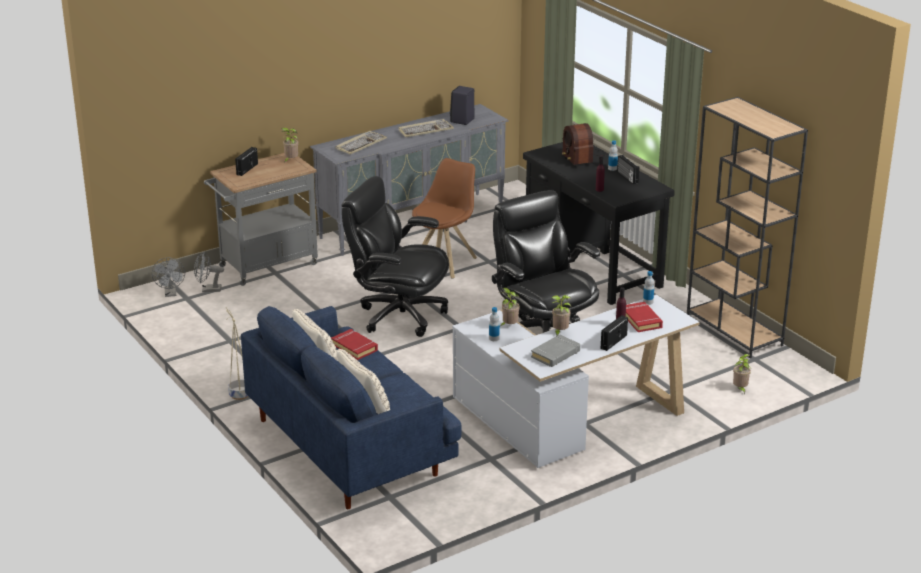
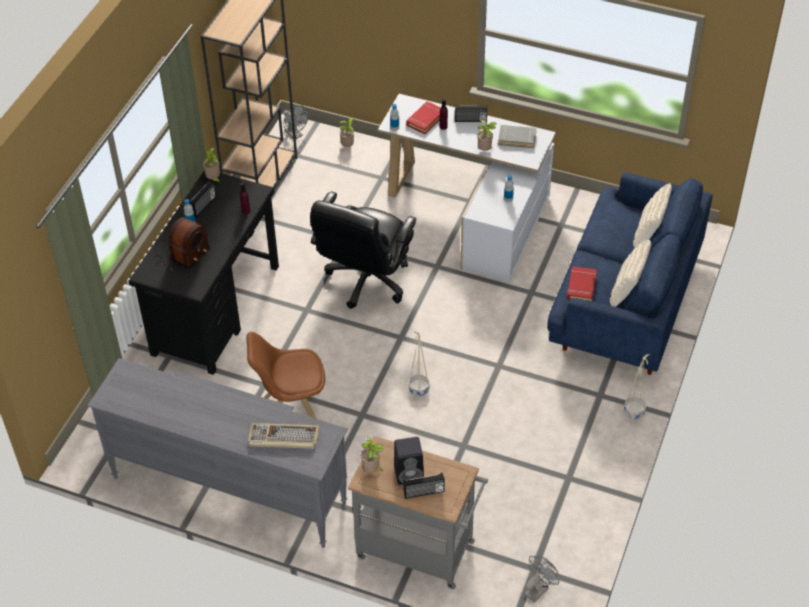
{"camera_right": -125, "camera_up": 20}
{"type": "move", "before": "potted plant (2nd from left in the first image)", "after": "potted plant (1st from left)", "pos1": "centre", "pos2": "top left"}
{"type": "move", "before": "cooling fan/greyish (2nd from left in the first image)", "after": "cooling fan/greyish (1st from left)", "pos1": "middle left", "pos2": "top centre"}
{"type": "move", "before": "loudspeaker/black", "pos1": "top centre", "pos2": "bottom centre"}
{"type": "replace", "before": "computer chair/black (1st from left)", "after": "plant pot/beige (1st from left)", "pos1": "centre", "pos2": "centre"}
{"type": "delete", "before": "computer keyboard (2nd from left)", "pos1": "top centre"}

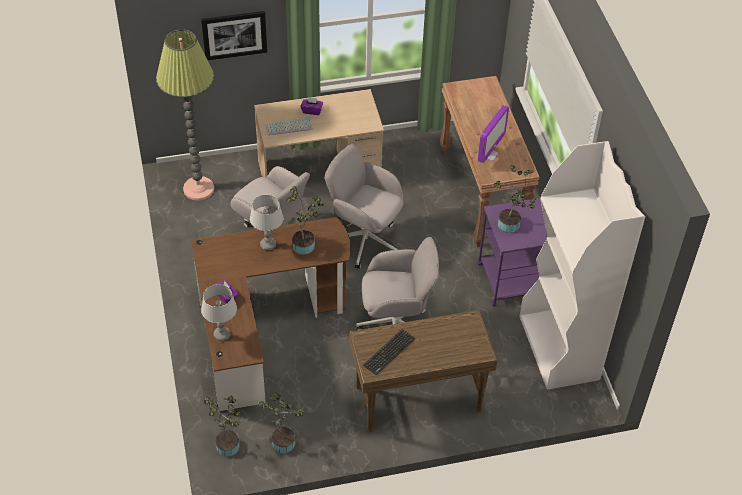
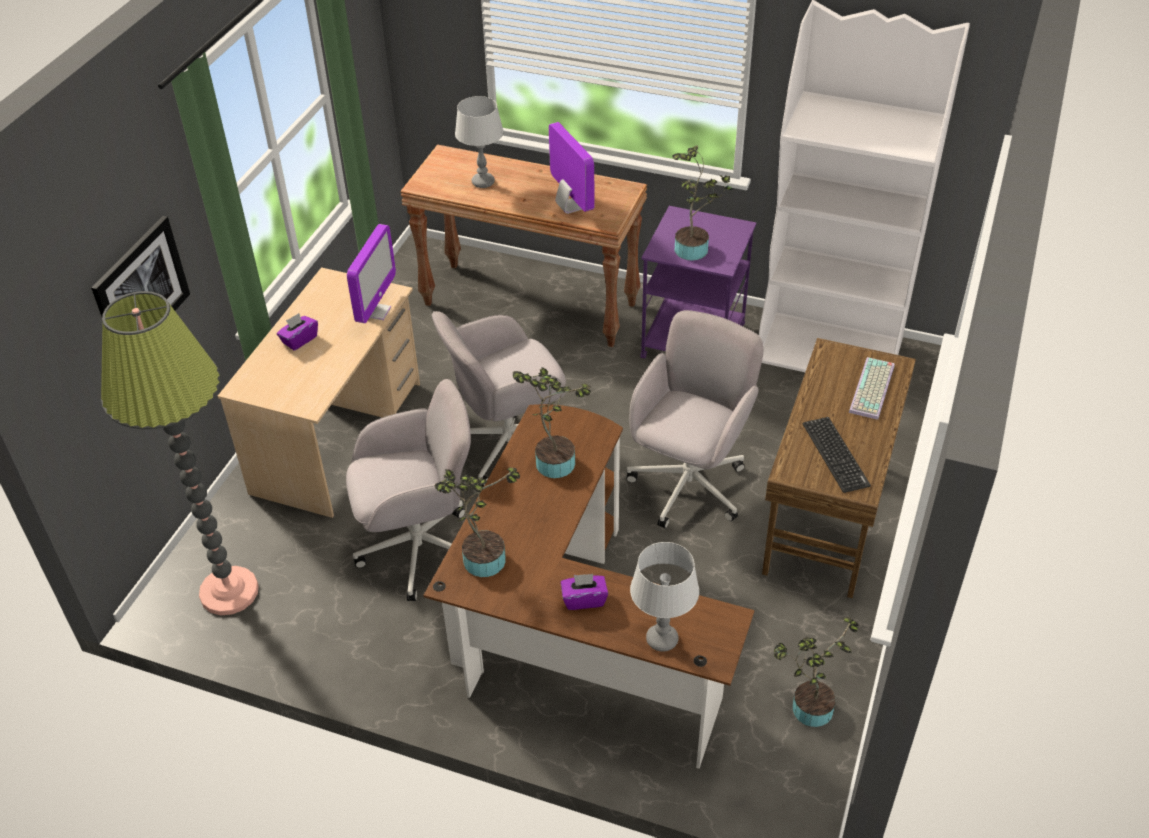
{"camera_right": -55, "camera_up": -5}
{"type": "insert", "after": "computer display (1st from left)", "pos2": "top left"}
{"type": "move", "before": "potted plant (1st from left)", "pos1": "bottom left", "pos2": "centre"}
{"type": "move", "before": "lamp for a table/greyish (2nd from left in the first image)", "after": "lamp for a table/greyish (1st from left)", "pos1": "centre", "pos2": "top centre"}
{"type": "move", "before": "computer keyboard (1st from left in the first image)", "after": "computer keyboard (2nd from left)", "pos1": "top centre", "pos2": "middle right"}

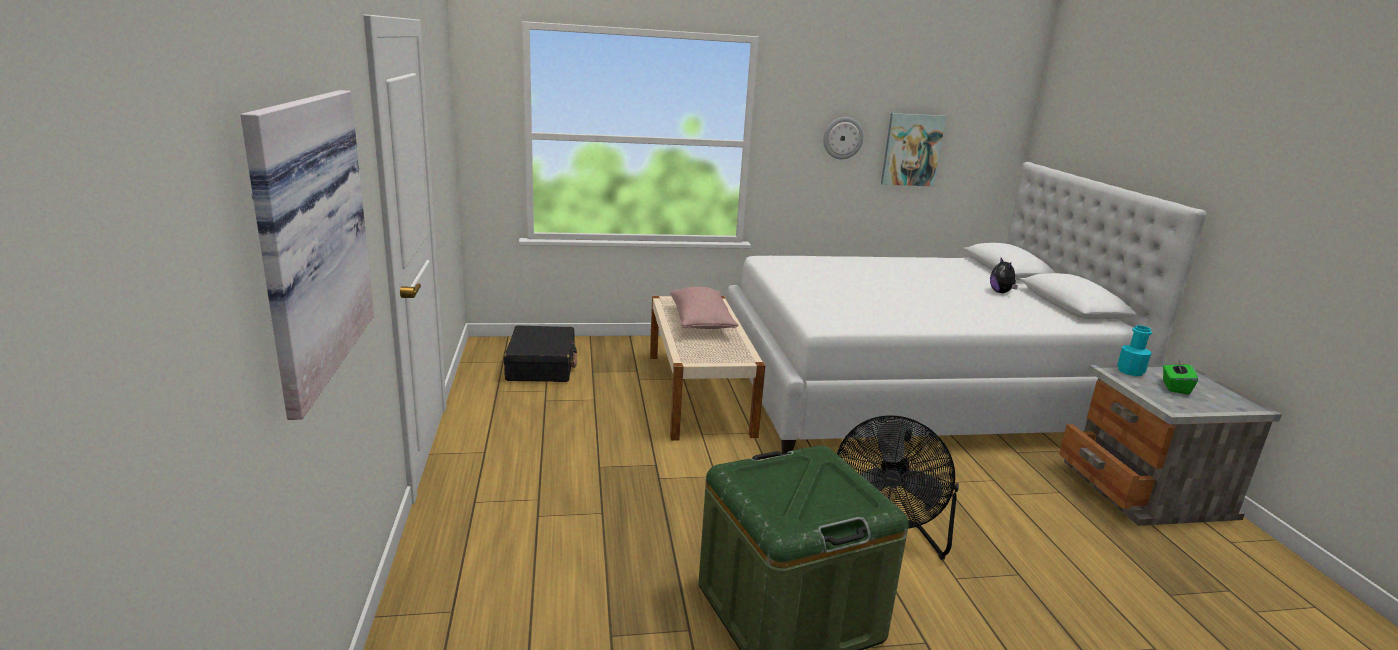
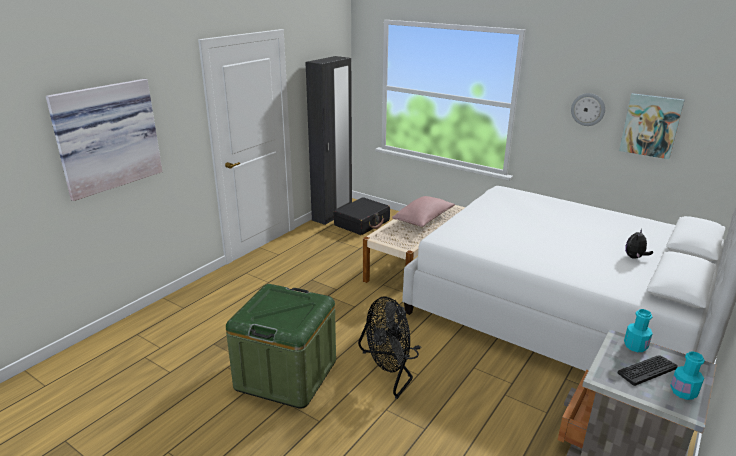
{"camera_right": 45, "camera_up": 5}
{"type": "insert", "after": "wardrobe/black", "pos2": "top centre"}
{"type": "replace", "before": "tissue holder/green-coloured", "after": "computer keyboard", "pos1": "middle right", "pos2": "bottom right"}
{"type": "insert", "after": "bottle/blue-green (2nd from left)", "pos2": "bottom right"}

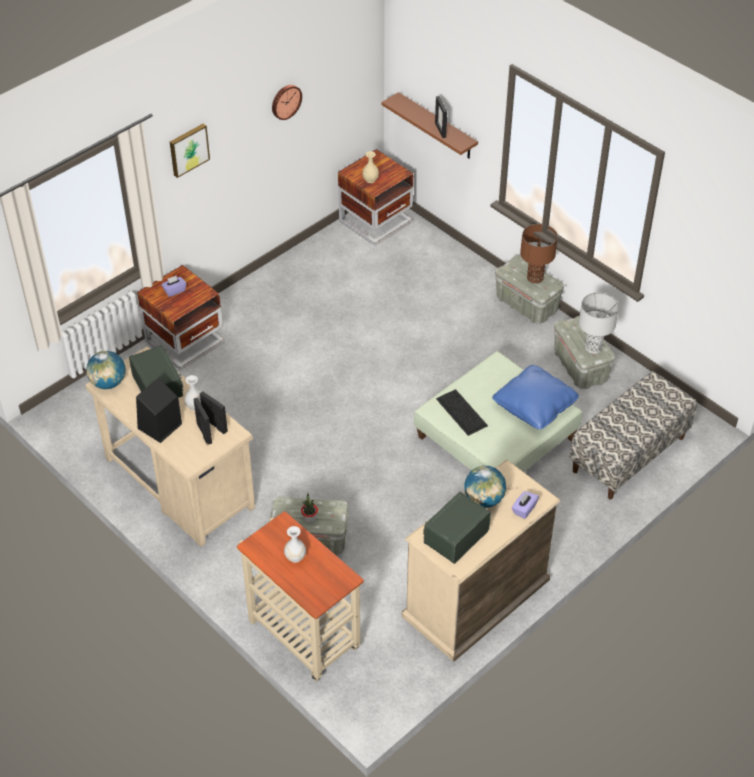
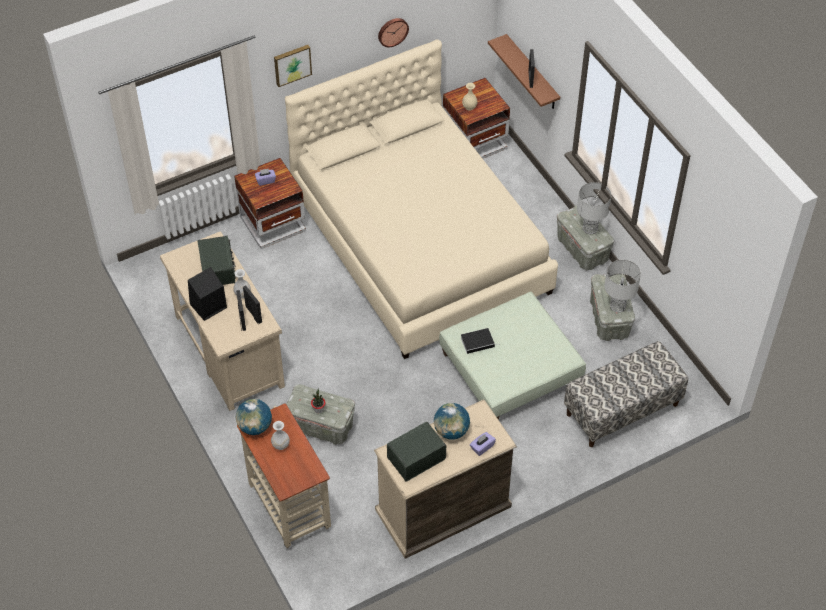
{"camera_right": 15, "camera_up": 5}
{"type": "move", "before": "globe (1st from left)", "pos1": "middle left", "pos2": "bottom left"}
{"type": "insert", "after": "sleeping bed/beige", "pos2": "top centre"}
{"type": "replace", "before": "computer keyboard", "after": "book", "pos1": "centre", "pos2": "centre"}
{"type": "recolor", "before": "lamp for a table/brown", "after": "lamp for a table/white (1st from left)", "pos1": "top right", "pos2": "middle right"}
{"type": "delete", "before": "pillow/bluish", "pos1": "middle right"}

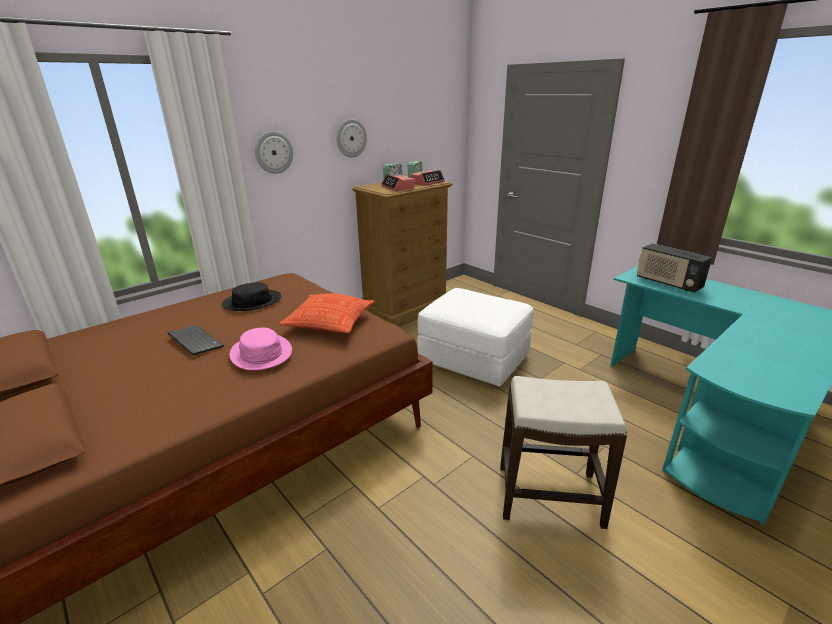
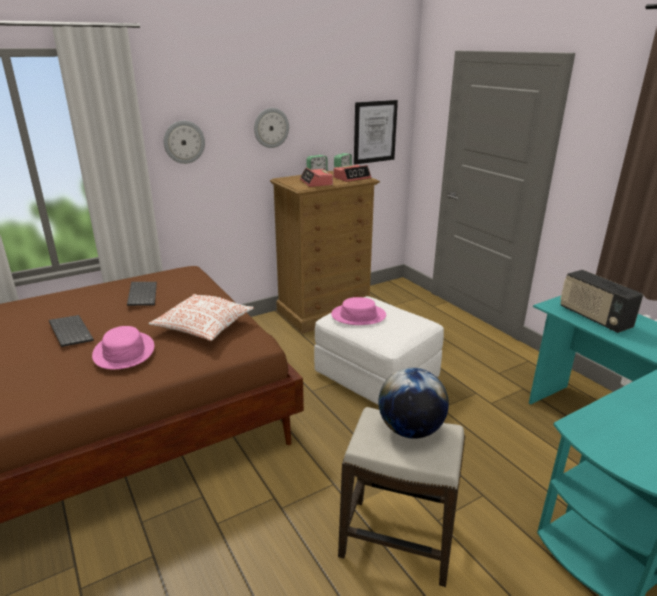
{"camera_right": 10, "camera_up": 0}
{"type": "replace", "before": "hat/black", "after": "computer keyboard (2nd from left)", "pos1": "middle left", "pos2": "middle left"}
{"type": "recolor", "before": "pillow/orangey", "after": "pillow/white", "pos1": "centre", "pos2": "middle left"}
{"type": "insert", "after": "hat/pink-coloured (2nd from left)", "pos2": "centre"}
{"type": "insert", "after": "wall picture", "pos2": "top centre"}
{"type": "insert", "after": "globe", "pos2": "bottom centre"}

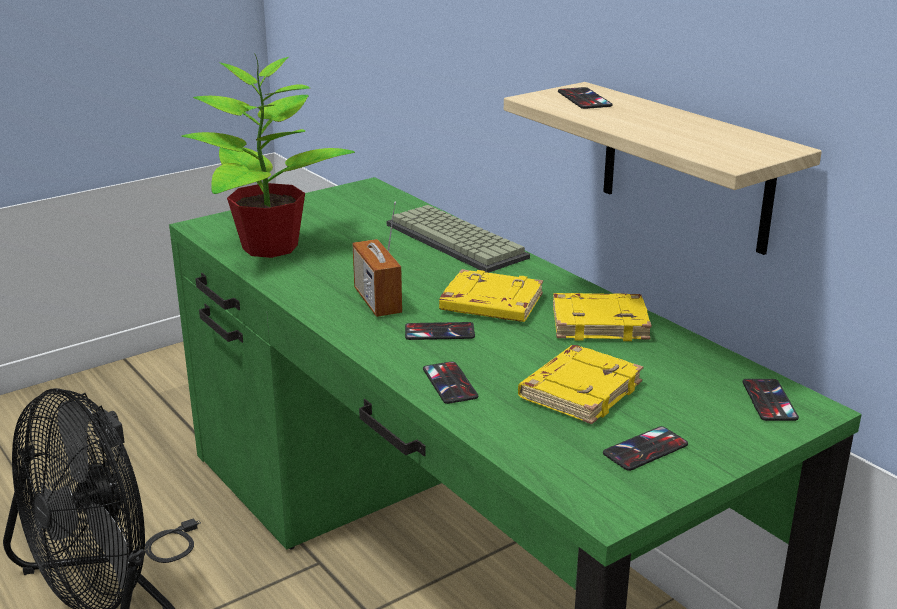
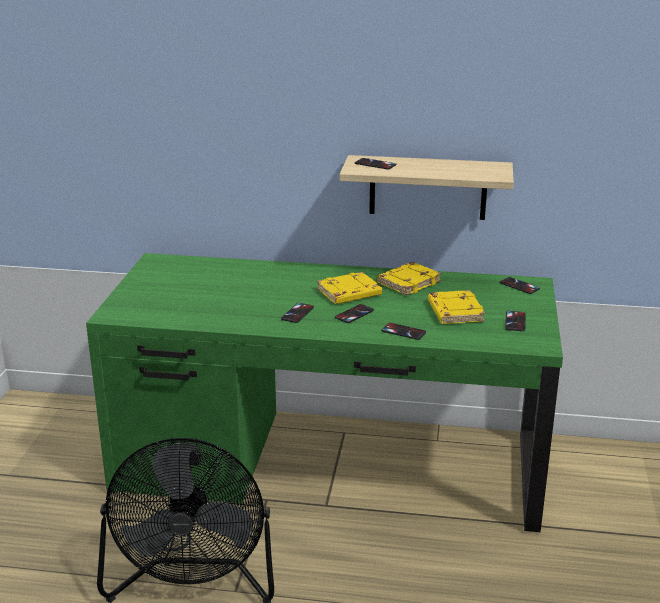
{"camera_right": -45, "camera_up": 0}
{"type": "replace", "before": "radio set", "after": "handset (1st from left)", "pos1": "centre", "pos2": "centre"}
{"type": "delete", "before": "potted plant", "pos1": "top left"}
{"type": "delete", "before": "computer keyboard", "pos1": "centre"}

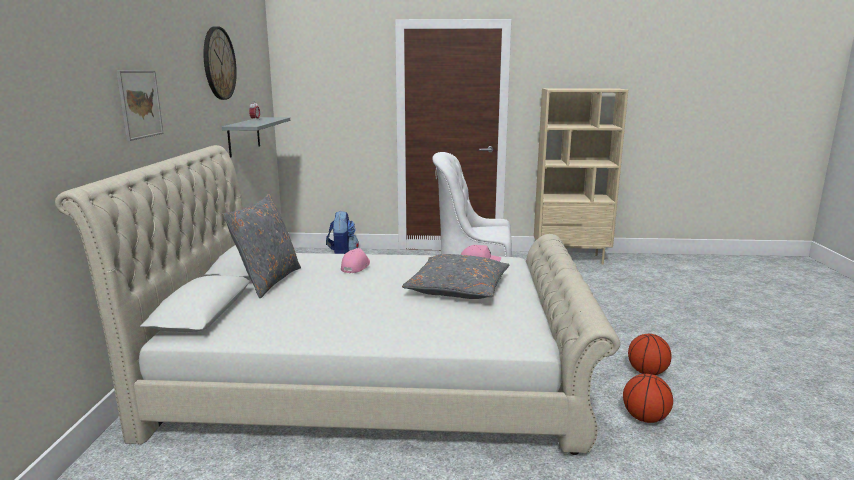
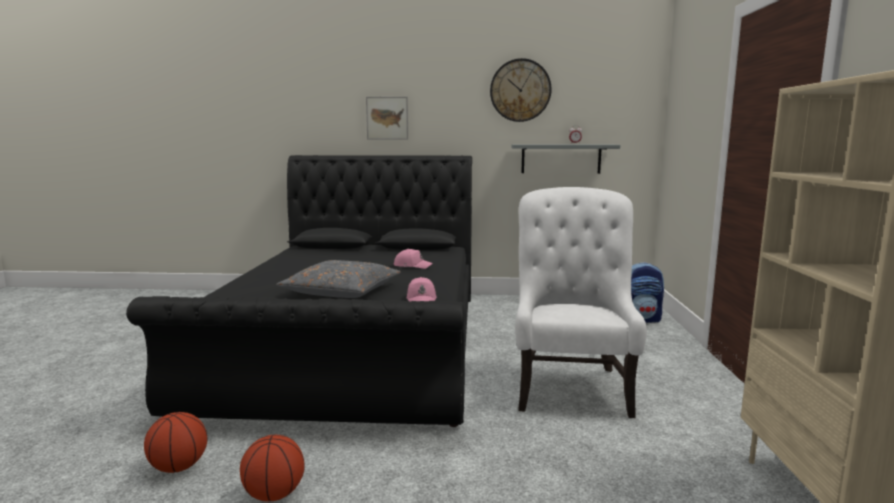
{"camera_right": 90, "camera_up": -5}
{"type": "recolor", "before": "sleeping bed/beige", "after": "sleeping bed/black", "pos1": "centre", "pos2": "centre"}
{"type": "delete", "before": "pillow/greyish (1st from left)", "pos1": "middle left"}

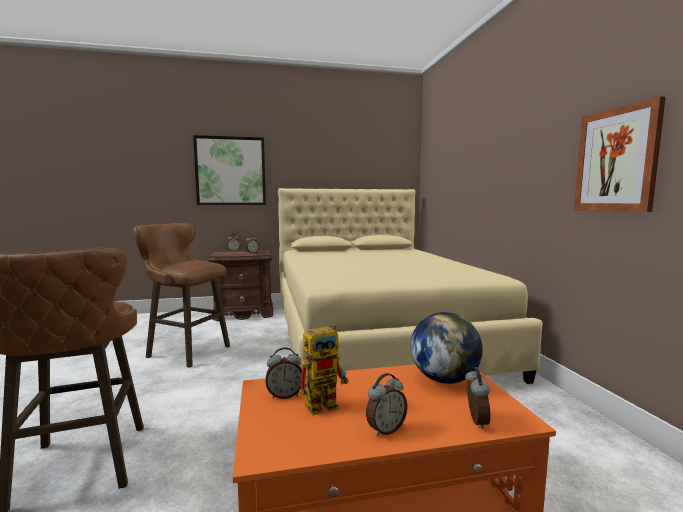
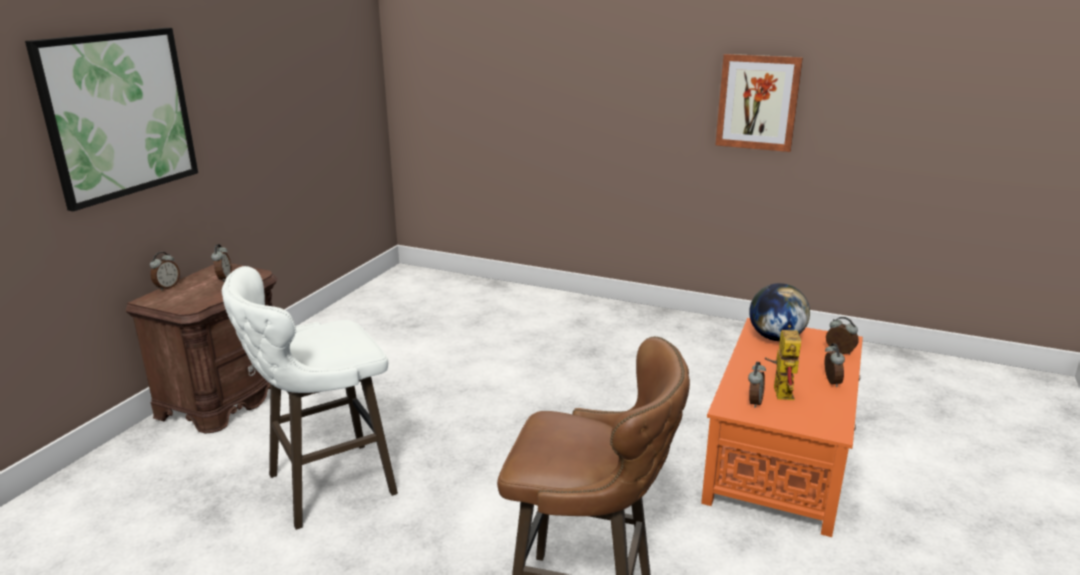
{"camera_right": -55, "camera_up": 15}
{"type": "recolor", "before": "stool seat/brown (2nd from left)", "after": "stool seat/white", "pos1": "middle left", "pos2": "bottom left"}
{"type": "delete", "before": "sleeping bed/beige", "pos1": "centre"}

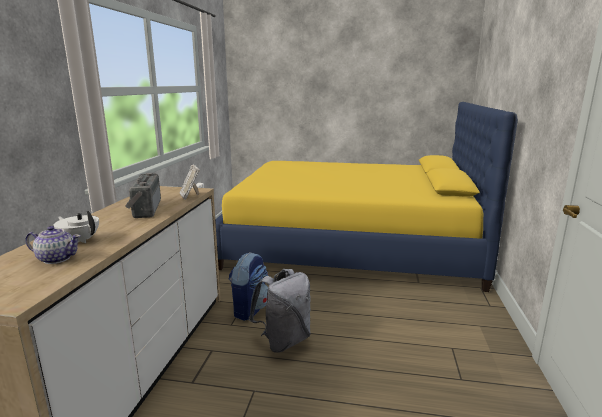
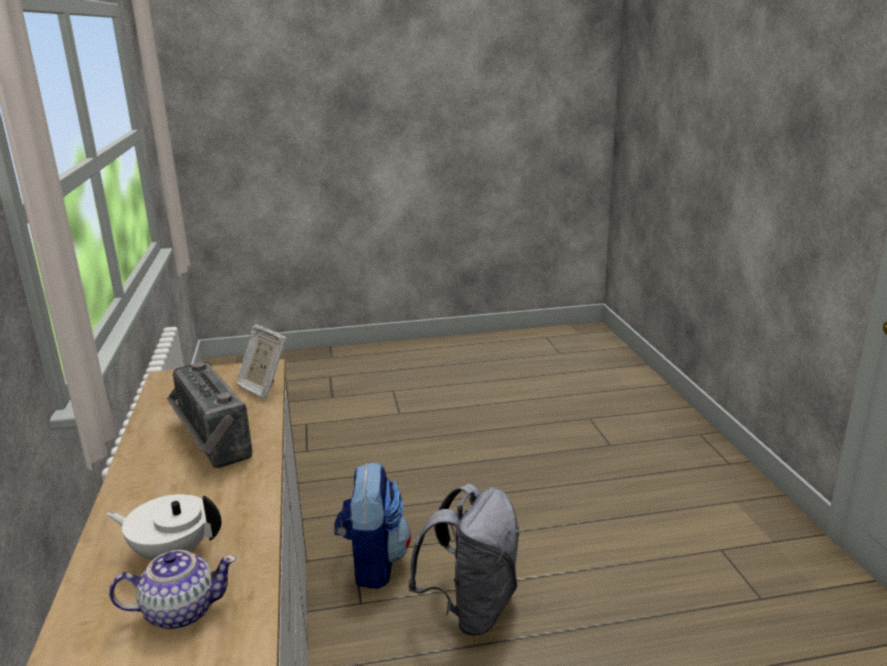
{"camera_right": -20, "camera_up": 5}
{"type": "delete", "before": "sleeping bed/yellow-coloured", "pos1": "centre"}

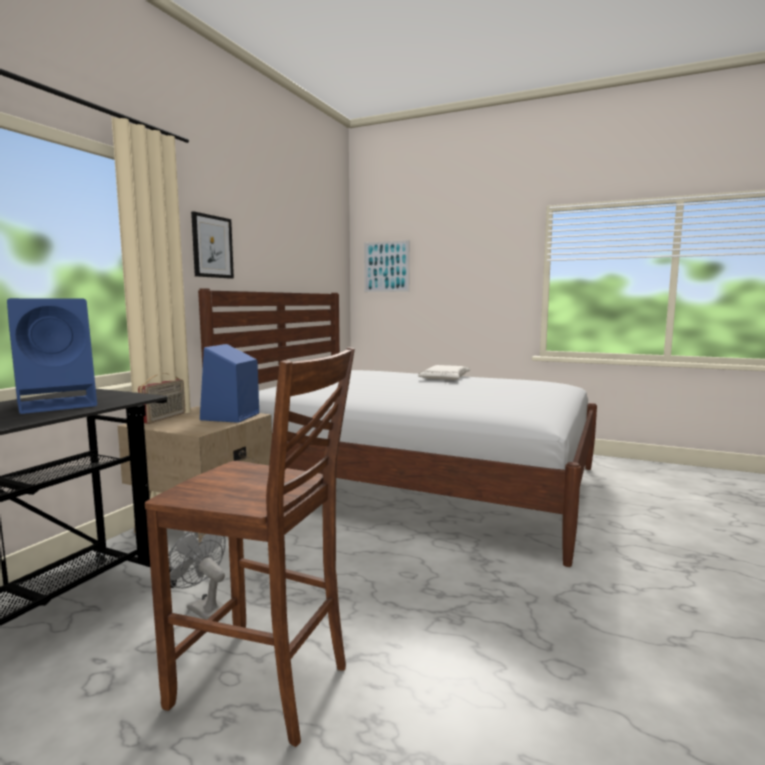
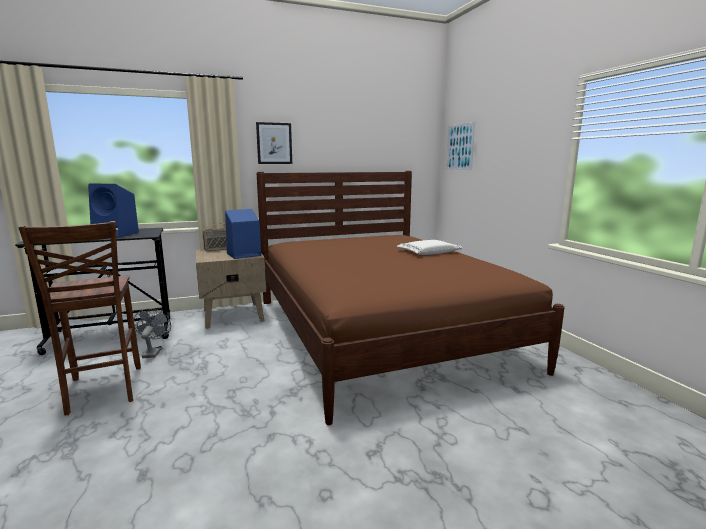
{"camera_right": 45, "camera_up": 5}
{"type": "recolor", "before": "sleeping bed/white", "after": "sleeping bed/brown", "pos1": "centre", "pos2": "centre"}

